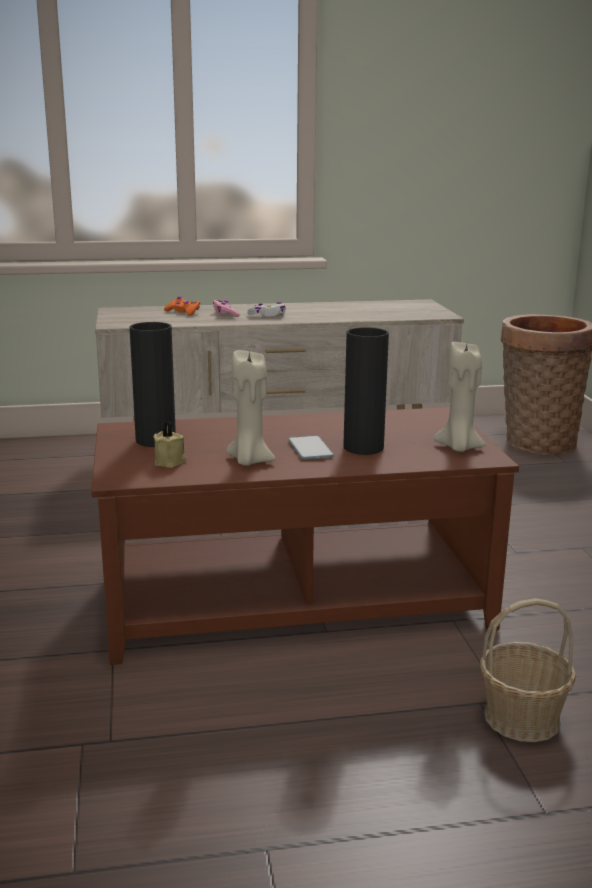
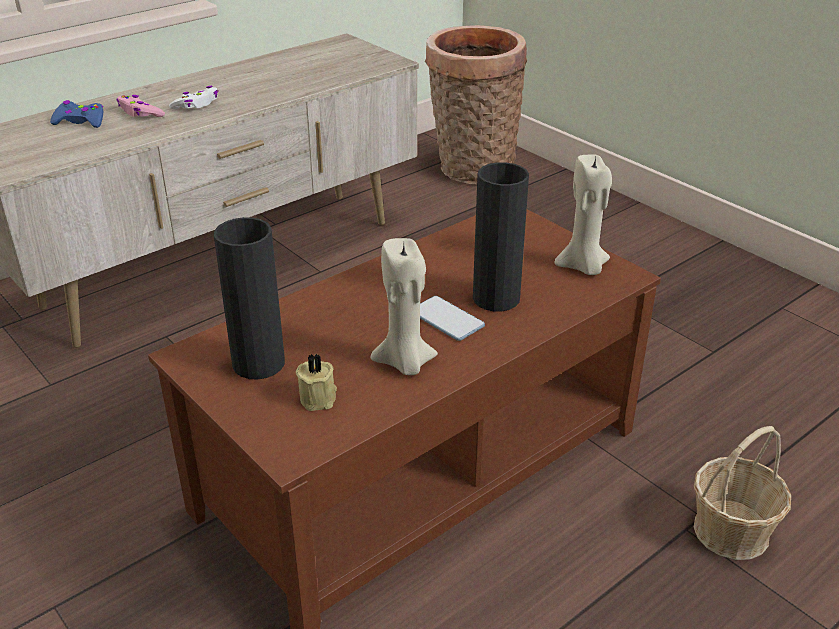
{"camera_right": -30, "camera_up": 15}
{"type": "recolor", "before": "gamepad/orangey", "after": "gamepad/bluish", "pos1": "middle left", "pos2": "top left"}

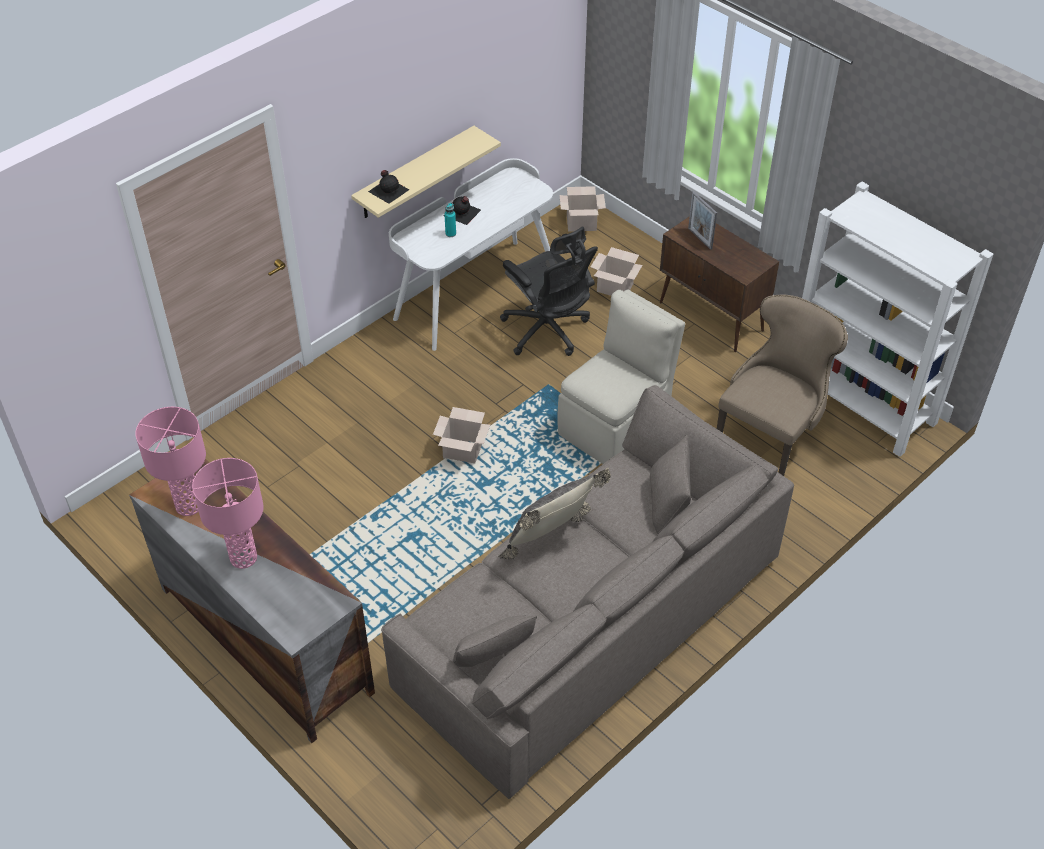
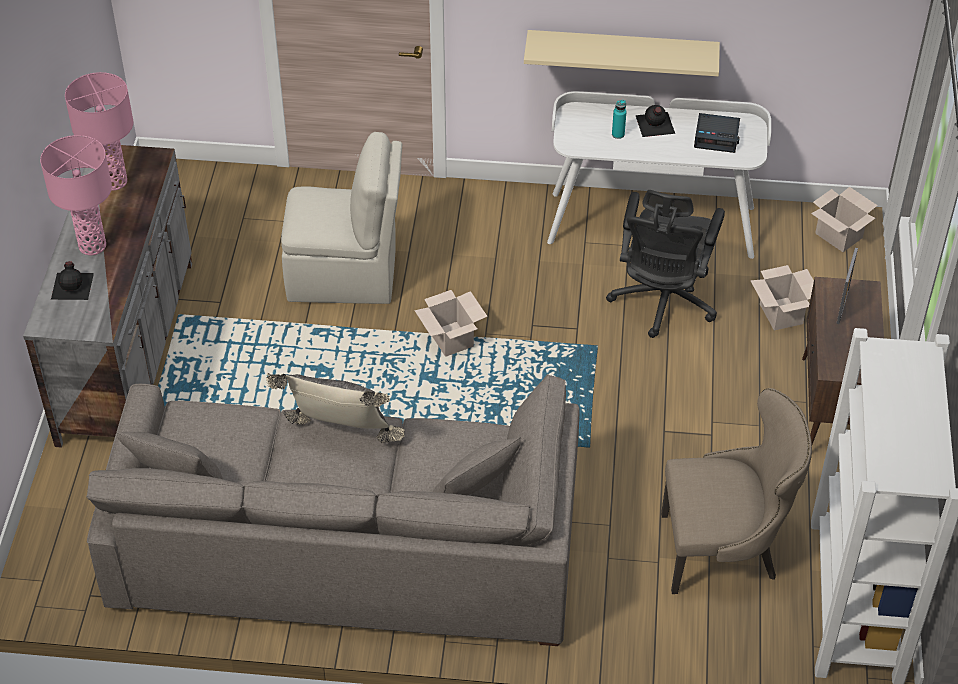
{"camera_right": 50, "camera_up": 0}
{"type": "move", "before": "bottle/black (1st from left)", "pos1": "top centre", "pos2": "middle left"}
{"type": "move", "before": "chair/beige (1st from left)", "pos1": "centre", "pos2": "top centre"}
{"type": "insert", "after": "table clock", "pos2": "top right"}

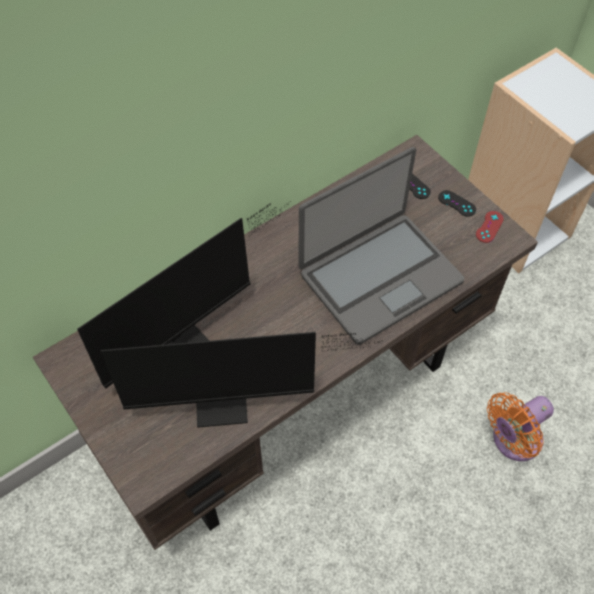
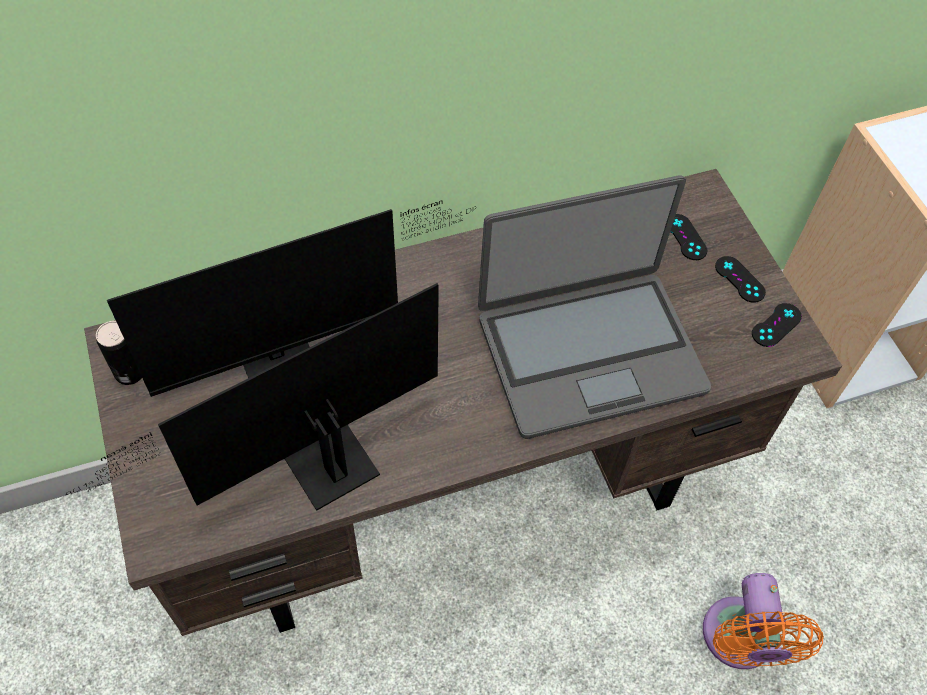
{"camera_right": 15, "camera_up": 0}
{"type": "rotate", "before": "computer display (2nd from left in the first image)", "pos1": "centre", "pos2": "middle left", "turn": 135}
{"type": "insert", "after": "can", "pos2": "middle left"}
{"type": "rotate", "before": "cooling fan/orangey", "pos1": "bottom right", "pos2": "bottom right", "turn": -75}
{"type": "recolor", "before": "gamepad/reddish", "after": "gamepad/black (3rd from left)", "pos1": "middle right", "pos2": "middle right"}

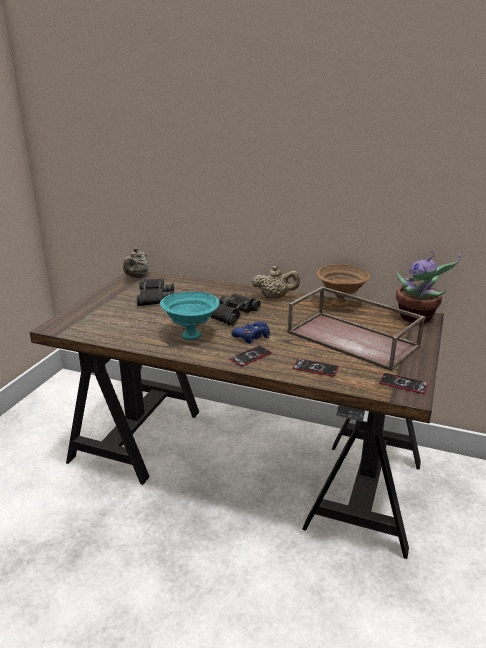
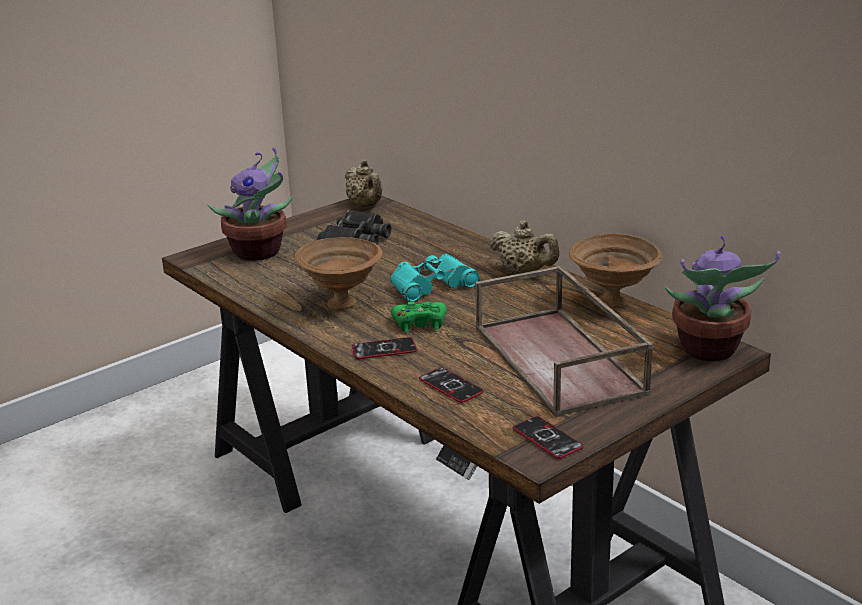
{"camera_right": 30, "camera_up": 0}
{"type": "insert", "after": "potted plant (1st from left)", "pos2": "middle left"}
{"type": "recolor", "before": "bowl/blue-green", "after": "bowl/brown (1st from left)", "pos1": "centre", "pos2": "centre"}
{"type": "rotate", "before": "pot for tea/beige (1st from left)", "pos1": "middle left", "pos2": "top centre", "turn": -75}
{"type": "recolor", "before": "field glasses/black (2nd from left)", "after": "field glasses/blue-green", "pos1": "centre", "pos2": "centre"}
{"type": "recolor", "before": "gamepad/bluish", "after": "gamepad/green-coloured", "pos1": "centre", "pos2": "centre"}

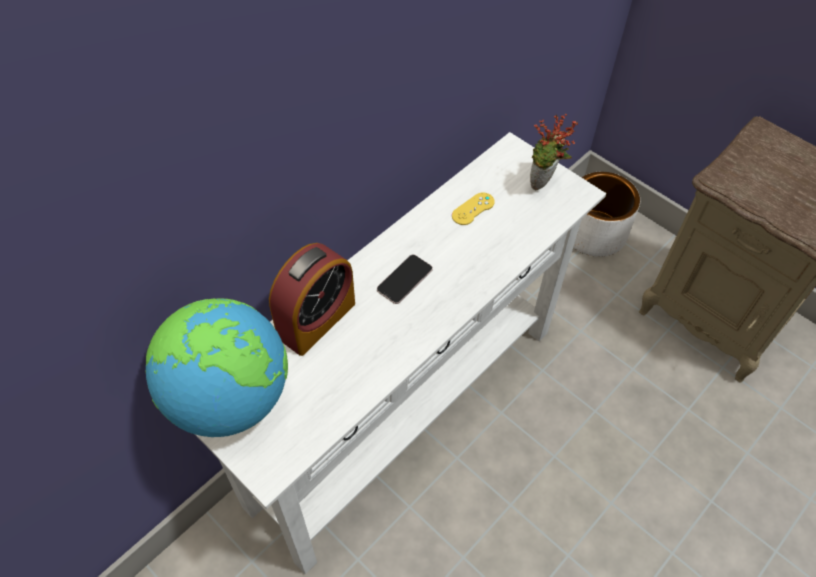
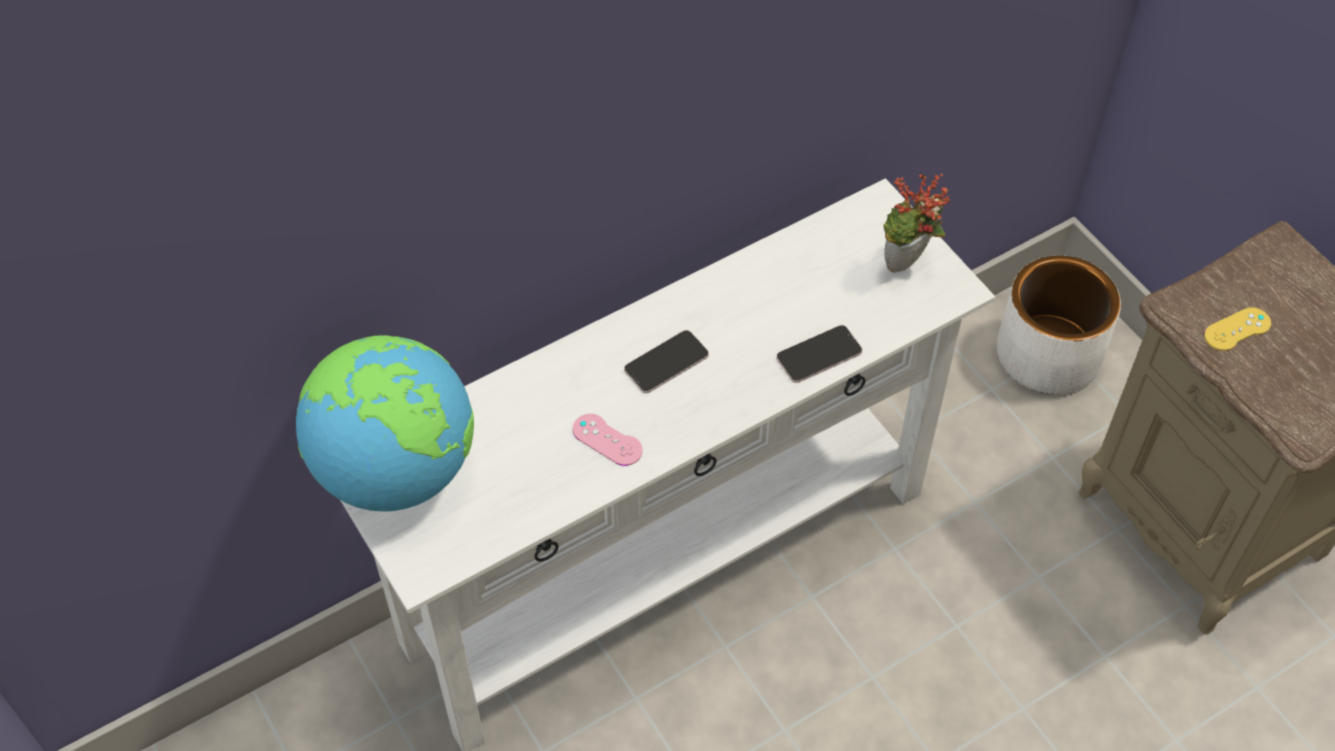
{"camera_right": 15, "camera_up": 0}
{"type": "insert", "after": "gamepad/pink-coloured", "pos2": "centre"}
{"type": "insert", "after": "handset (2nd from left)", "pos2": "centre"}
{"type": "move", "before": "gamepad/yellow-coloured", "pos1": "centre", "pos2": "middle right"}
{"type": "delete", "before": "table clock", "pos1": "centre"}

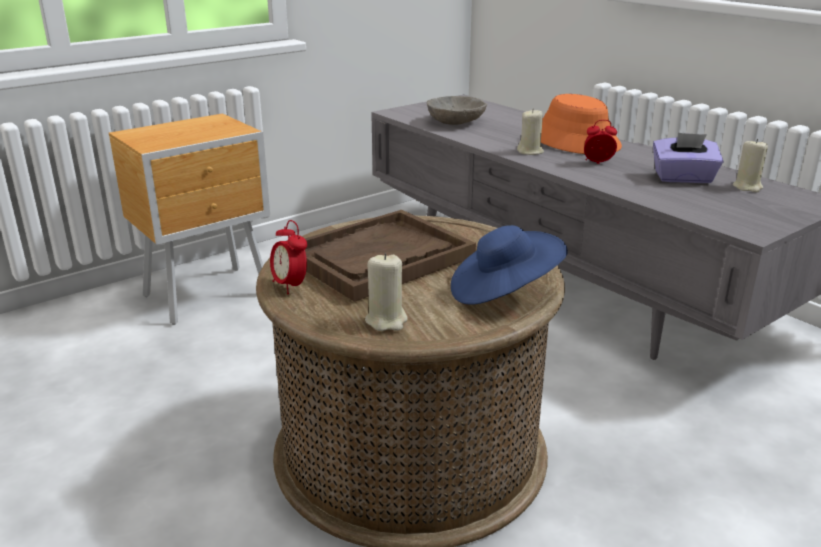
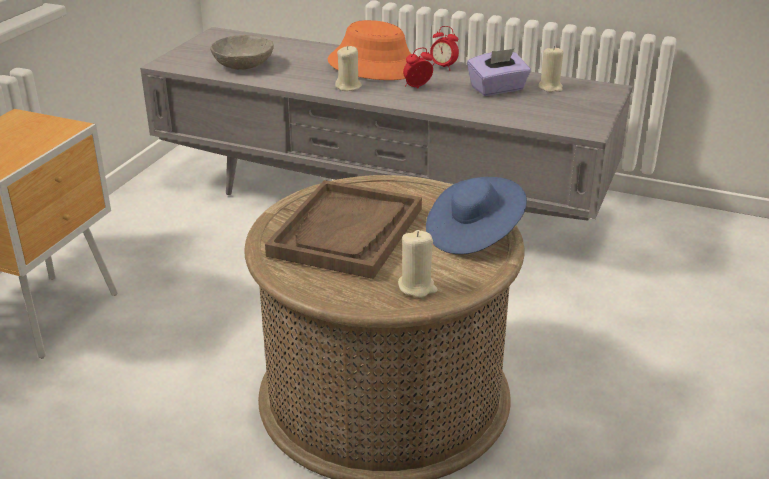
{"camera_right": -30, "camera_up": 5}
{"type": "move", "before": "table clock (1st from left in the first image)", "after": "table clock (2nd from left)", "pos1": "centre", "pos2": "top centre"}

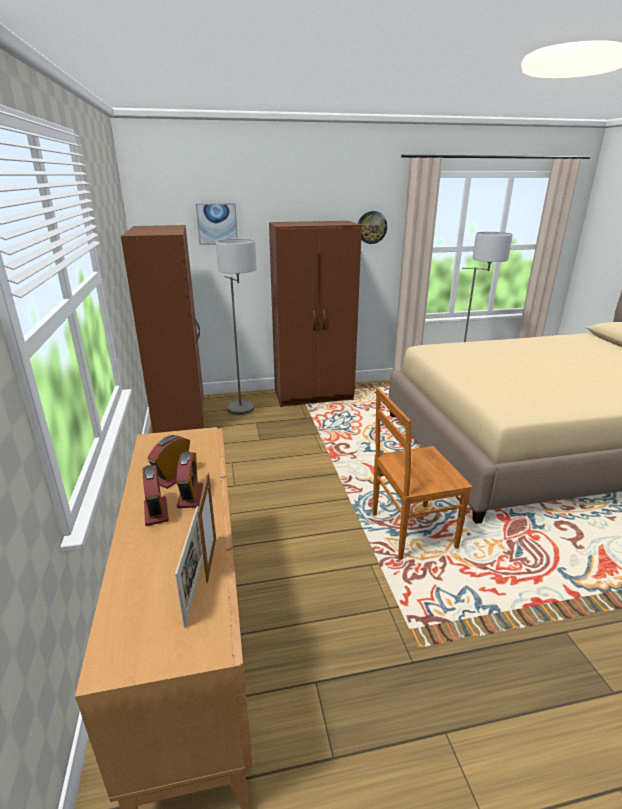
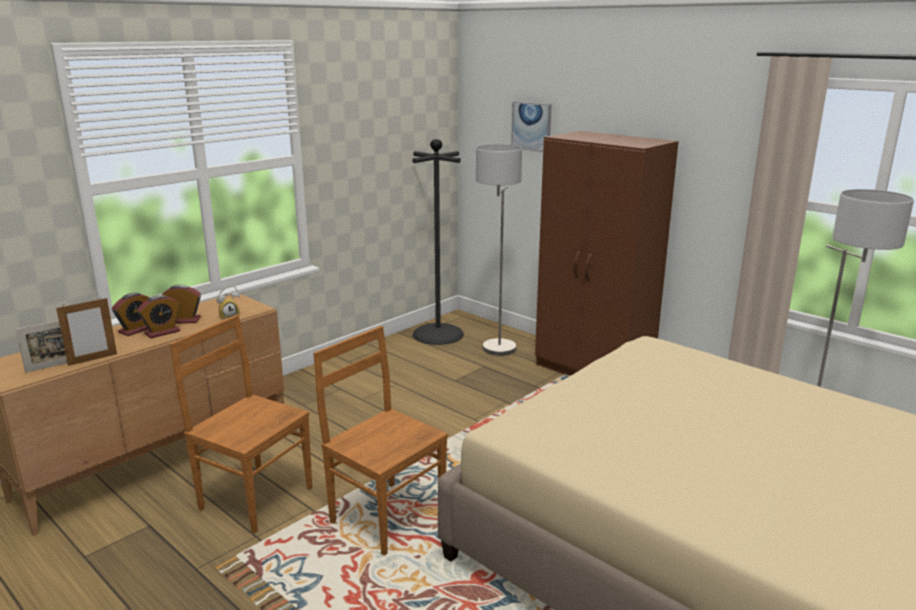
{"camera_right": 55, "camera_up": -5}
{"type": "insert", "after": "chair/brown (1st from left)", "pos2": "bottom left"}
{"type": "insert", "after": "table clock (4th from left)", "pos2": "middle left"}
{"type": "replace", "before": "wardrobe/brown (1st from left)", "after": "garment rack/black", "pos1": "middle left", "pos2": "centre"}
{"type": "delete", "before": "clock on the wall", "pos1": "top centre"}

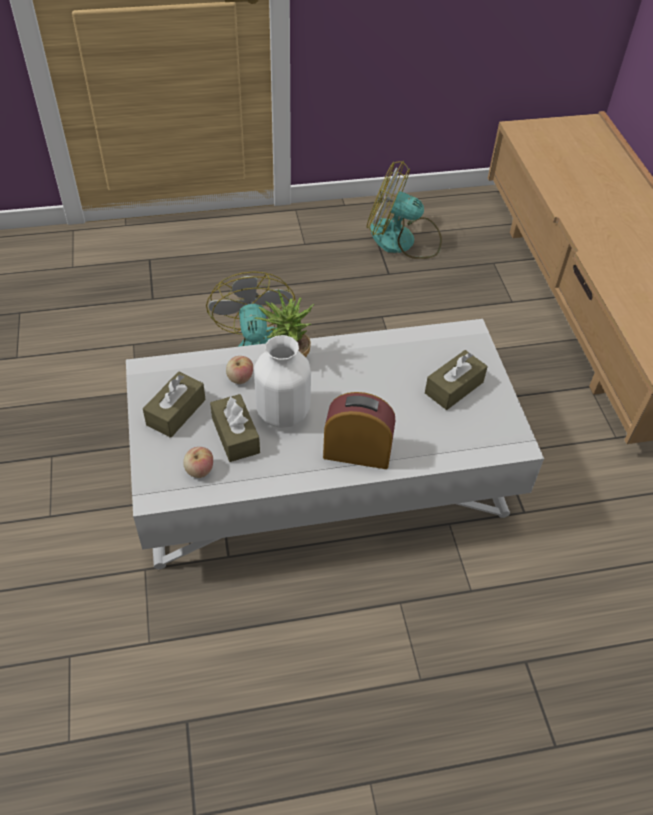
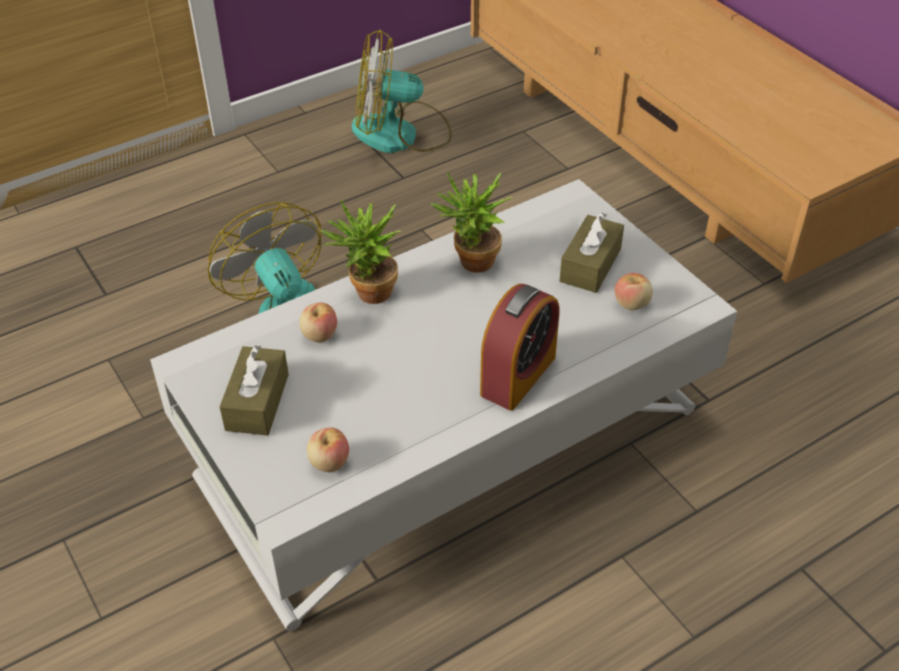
{"camera_right": -20, "camera_up": -5}
{"type": "insert", "after": "potted plant (2nd from left)", "pos2": "top centre"}
{"type": "rotate", "before": "table clock", "pos1": "centre", "pos2": "centre", "turn": 135}
{"type": "insert", "after": "apple fruit (3rd from left)", "pos2": "middle right"}
{"type": "delete", "before": "tissue holder/brown (2nd from left)", "pos1": "centre"}
{"type": "delete", "before": "decorative vase/white", "pos1": "centre"}

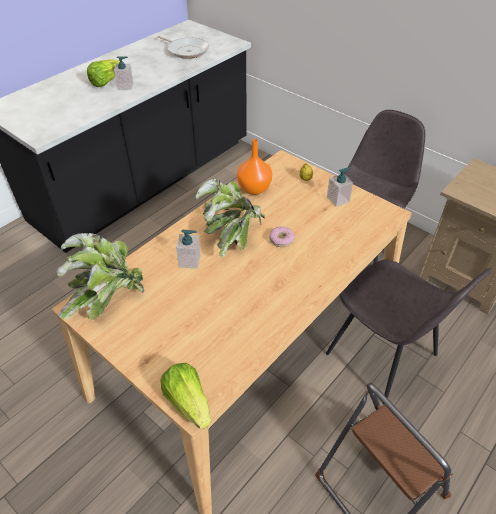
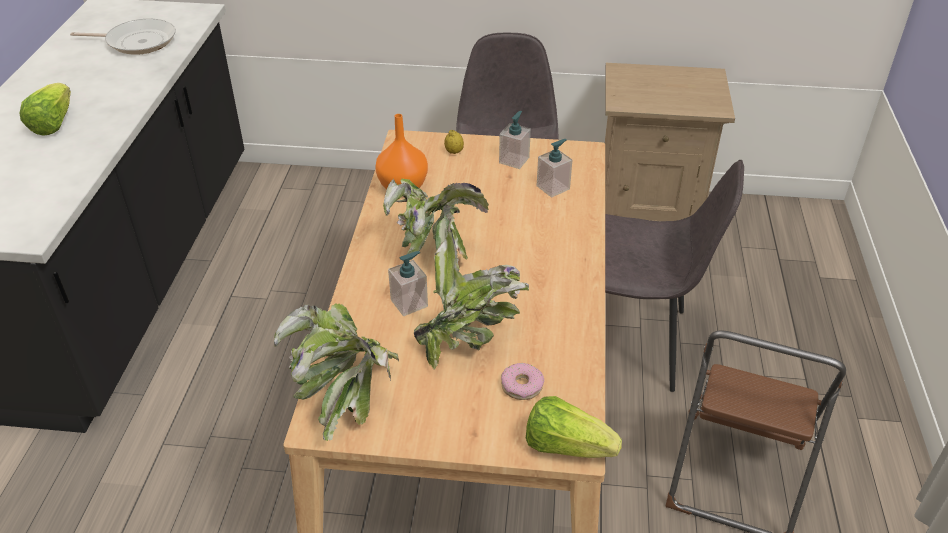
{"camera_right": -35, "camera_up": -5}
{"type": "insert", "after": "potted plant (3rd from left)", "pos2": "centre"}
{"type": "move", "before": "doughnut", "pos1": "centre", "pos2": "bottom centre"}
{"type": "move", "before": "liquid soap bottle (1st from left in the first image)", "after": "liquid soap bottle (3rd from left)", "pos1": "top left", "pos2": "top centre"}

